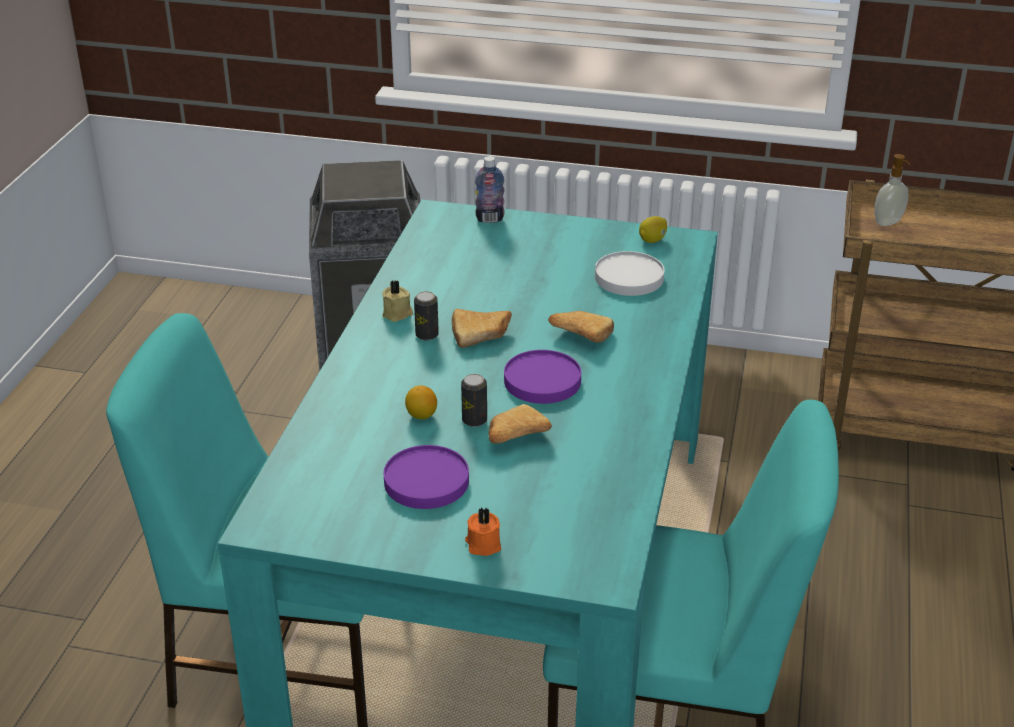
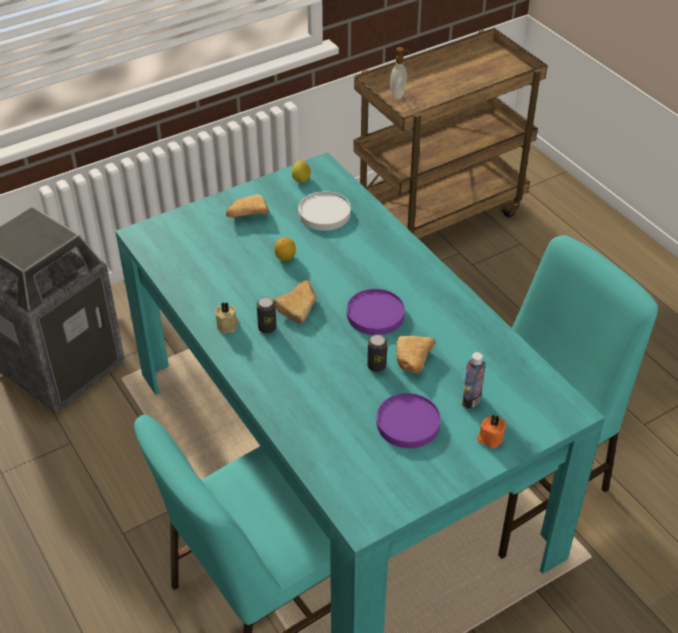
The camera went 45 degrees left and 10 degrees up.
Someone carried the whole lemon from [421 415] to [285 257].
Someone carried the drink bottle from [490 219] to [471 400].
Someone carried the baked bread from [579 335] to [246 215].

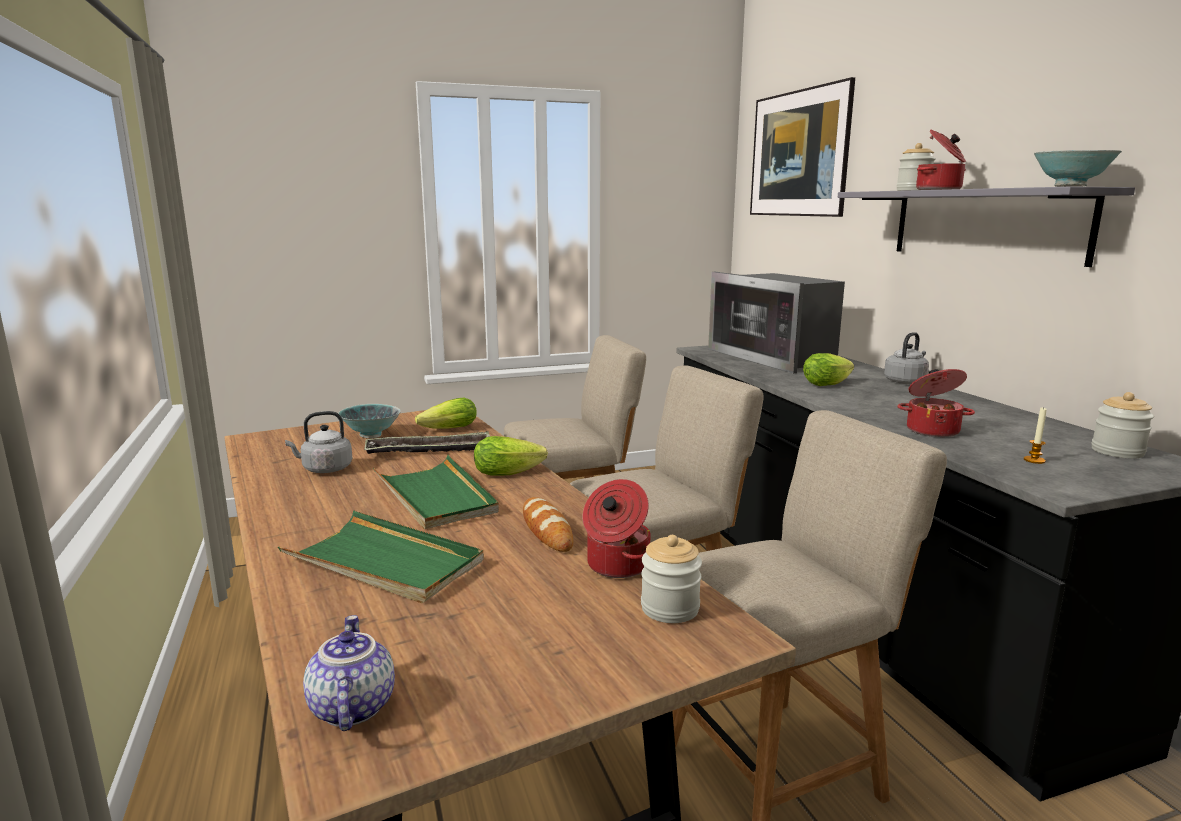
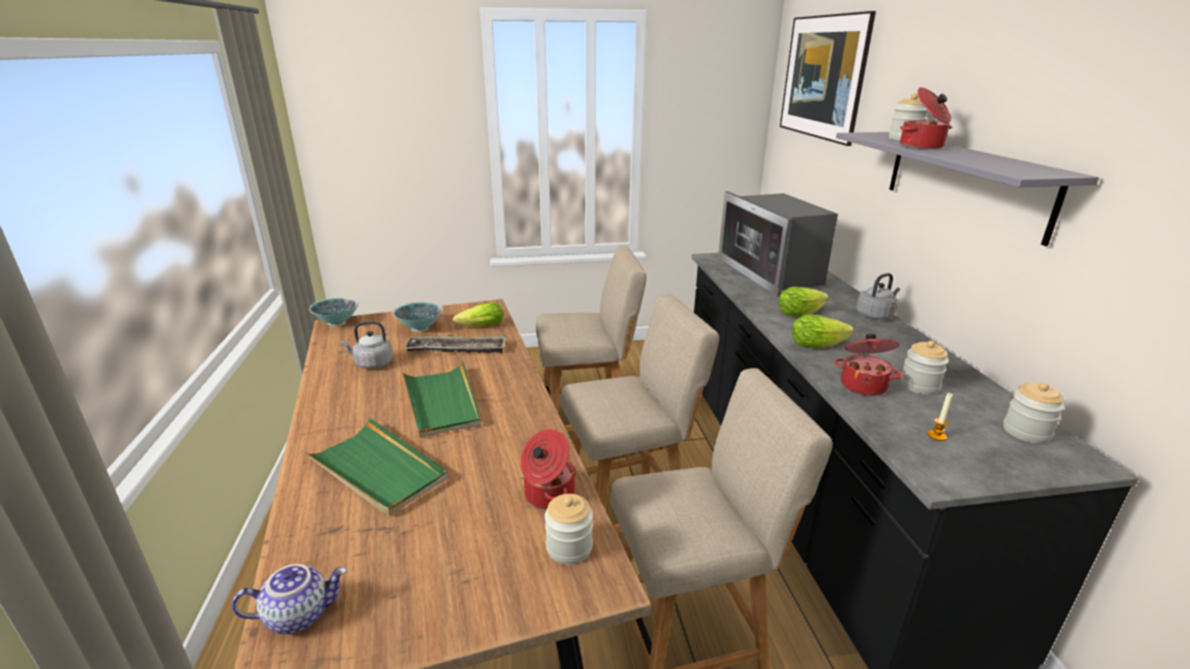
The camera went 10 degrees right and 10 degrees up.
Someone rotated the pot for tea at [350 707] by 75 degrees clockwise.
Someone carried the lettuce from [512 472] to [820 344].
Someone took away the baked bread at [547 529].
Someone carried the bowl from [1070 186] to [337 323].
Someone put down the preserve jar at [919 385].

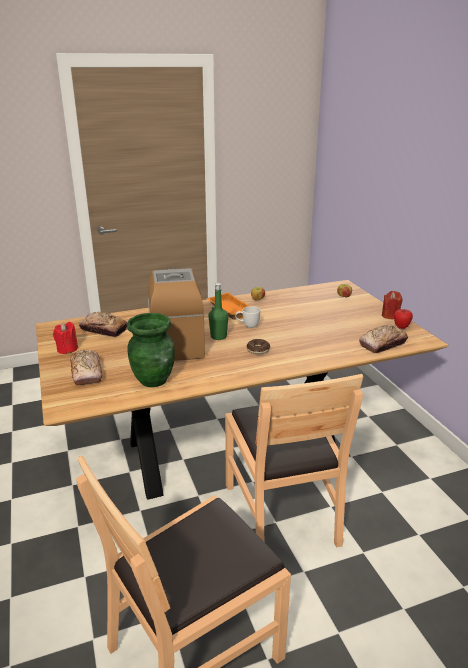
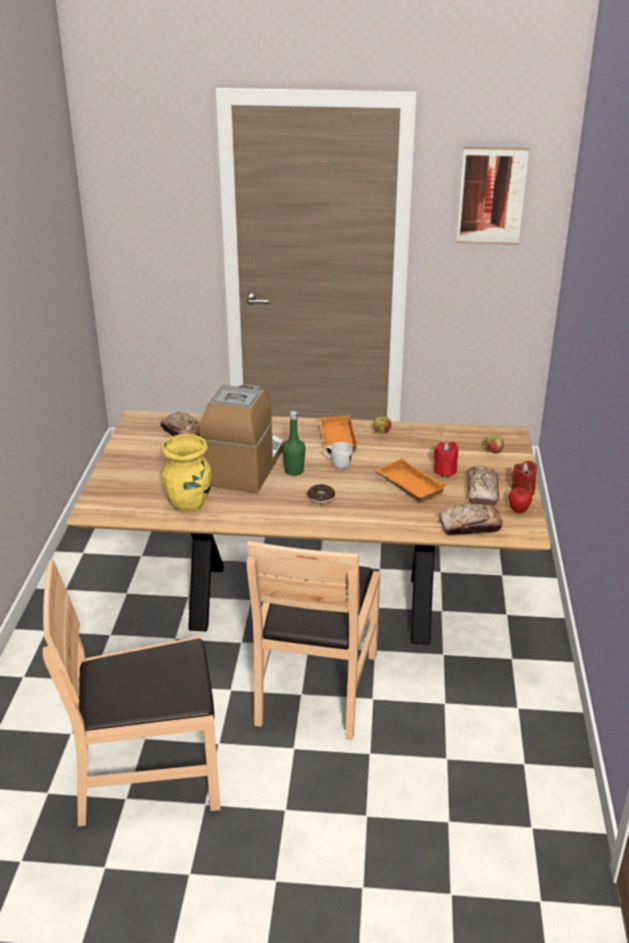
The camera went 25 degrees right and 5 degrees up.
Someone carried the red wax light from [67 349] to [445 471].
Someone carried the baked bread from [86 372] to [482 491].
Someone repainted the green-coloured decorative vase at [154 380], which became the yellowish decorative vase at [189 505].
Someone put down the orange serving tray at [408 485].
Someone put up the picture at [491 196].

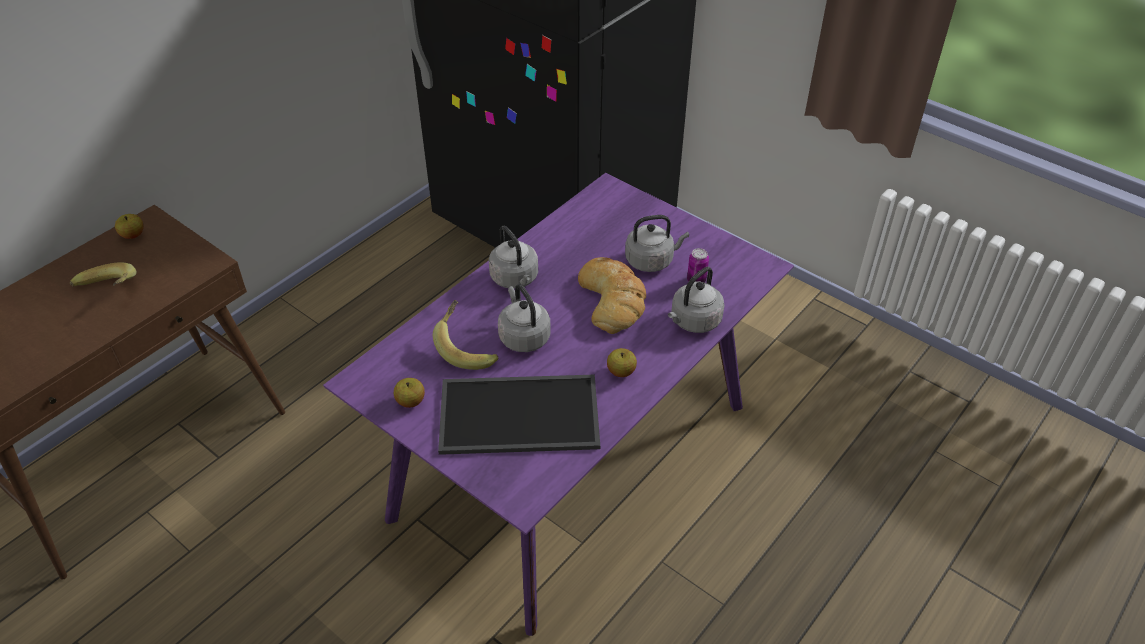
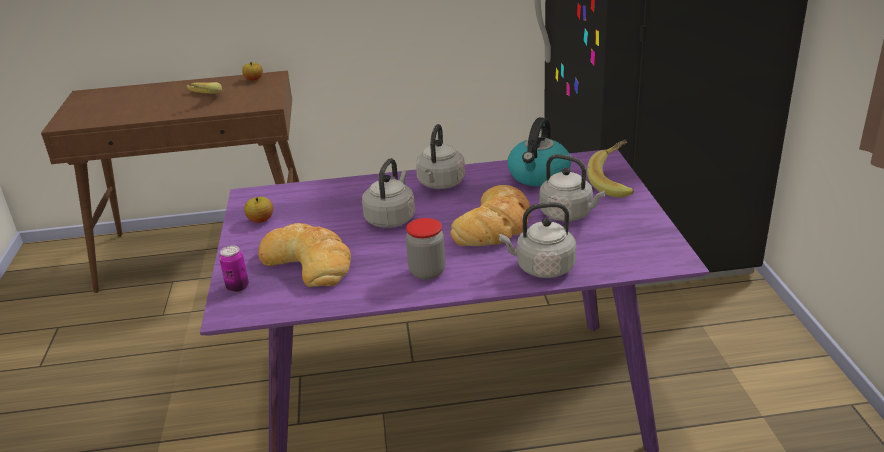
The camera went 45 degrees right and 15 degrees down.
Someone carried the banana fruit from [467 348] to [616 183].
Someone swapped the serving tray at [517 417] for the baked bread at [309 262].
Someone swapped the whole apple at [621 371] for the preserve jar at [427 272].
Someone carried the metal can from [696 281] to [237 287].
Someone put down the water kettle at [538 176].

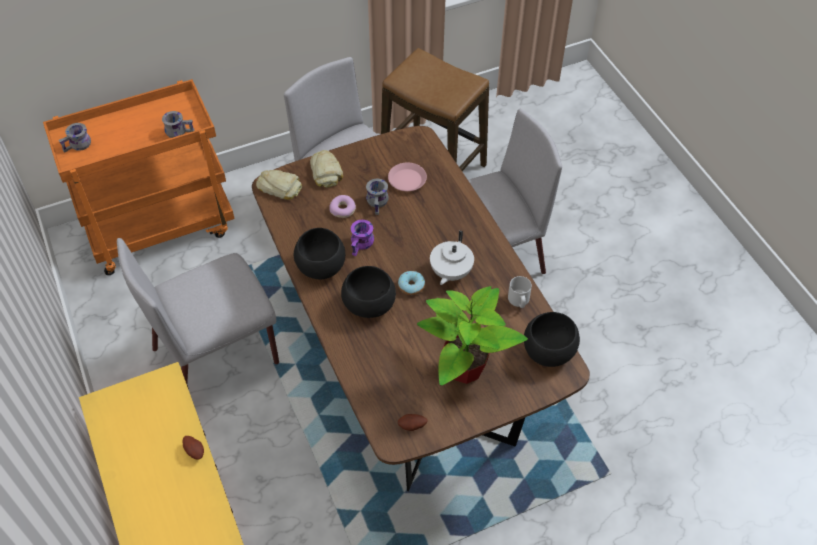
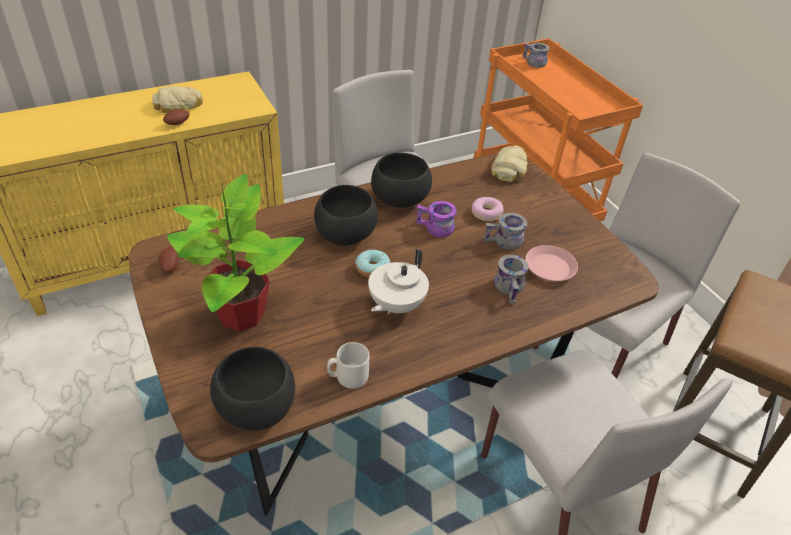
The camera went 85 degrees right and 10 degrees down.
Someone carried the greyish tea mug from [179 130] to [511 288].
Someone carried the baked bread from [326 172] to [179 105].
Someone rotated the whitish pot for tea at [450 273] by 75 degrees counterclockwise.

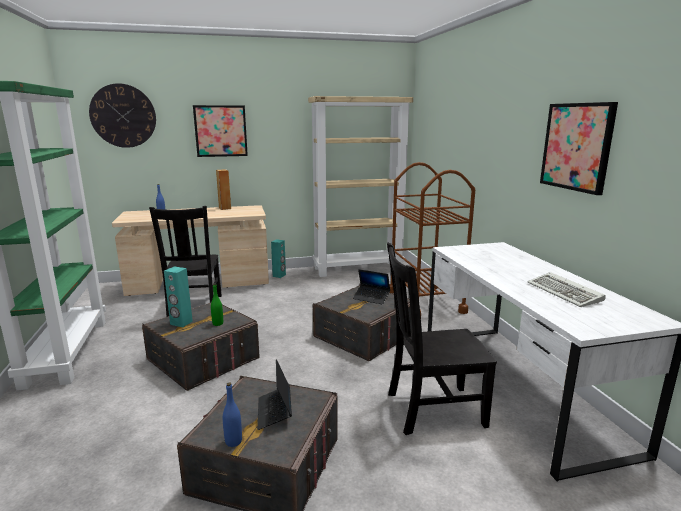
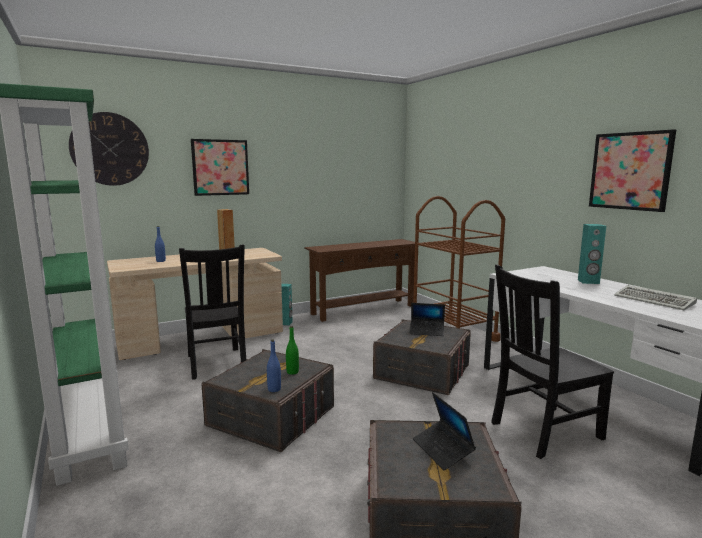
The camera went 15 degrees left and 5 degrees down.
Someone carried the turquoise-coloured speaker from [181 323] to [588 282].
Someone carried the blue drink bottle from [233 441] to [274 389].
Someone swapped the beige-coloured bookshelf at [358 268] for the brownish console table at [363 309].

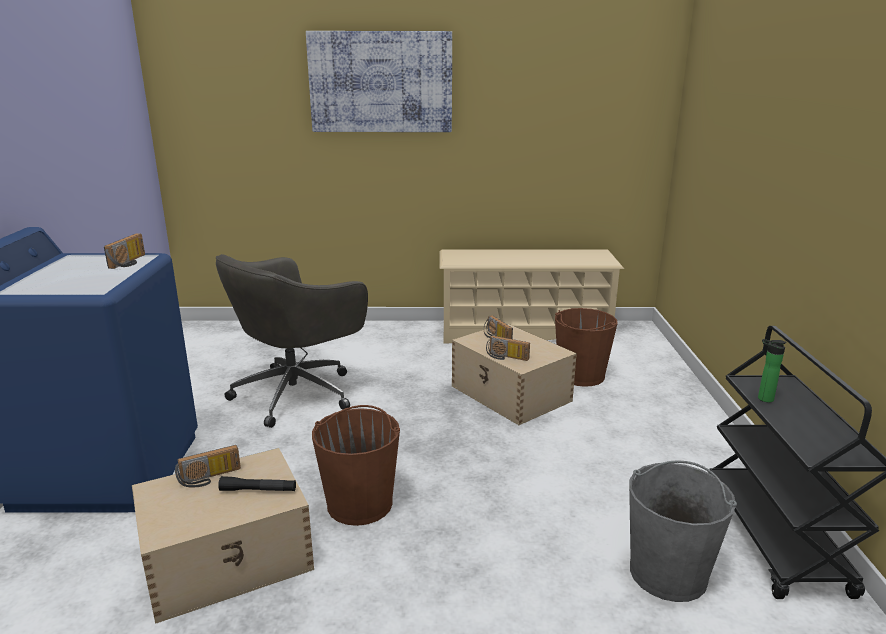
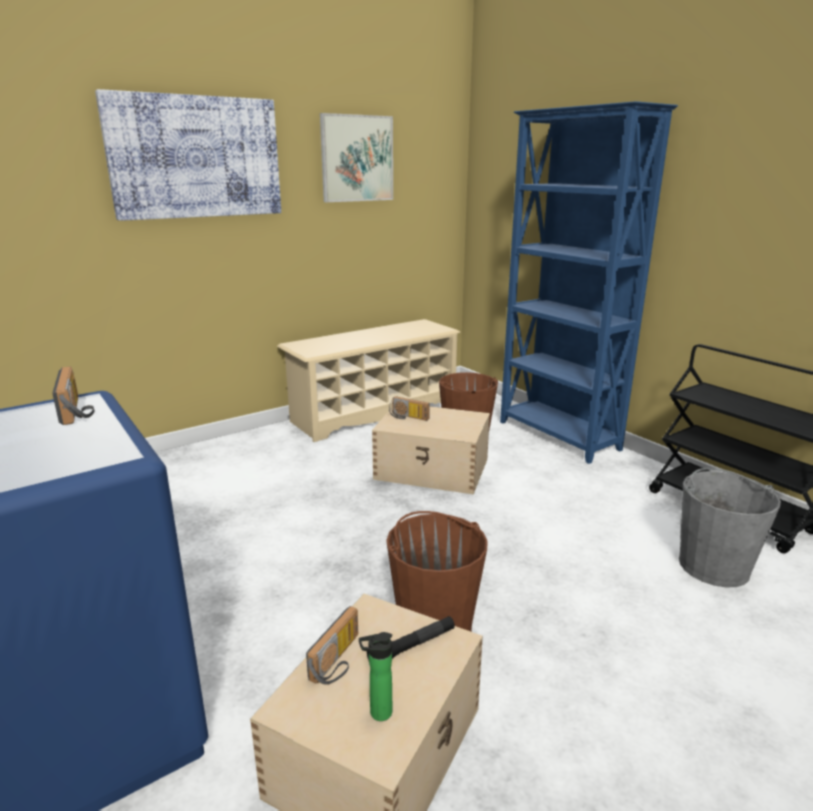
The camera went 35 degrees left and 0 degrees up.
Someone took away the greyish desk chair at [298 393].
Someone took away the radio at [506 357].
Someone carried the drink bottle from [762 398] to [377 713].
Someone put up the picture at [357 158].
Someone put down the blue bookshelf at [558 436].

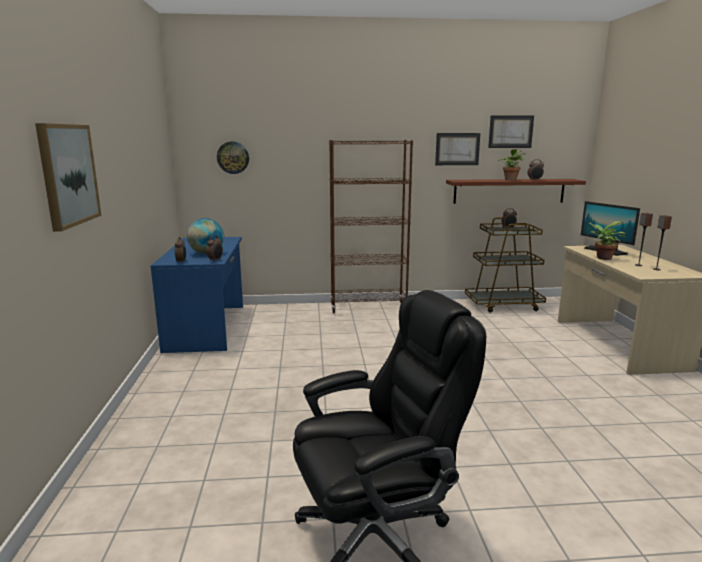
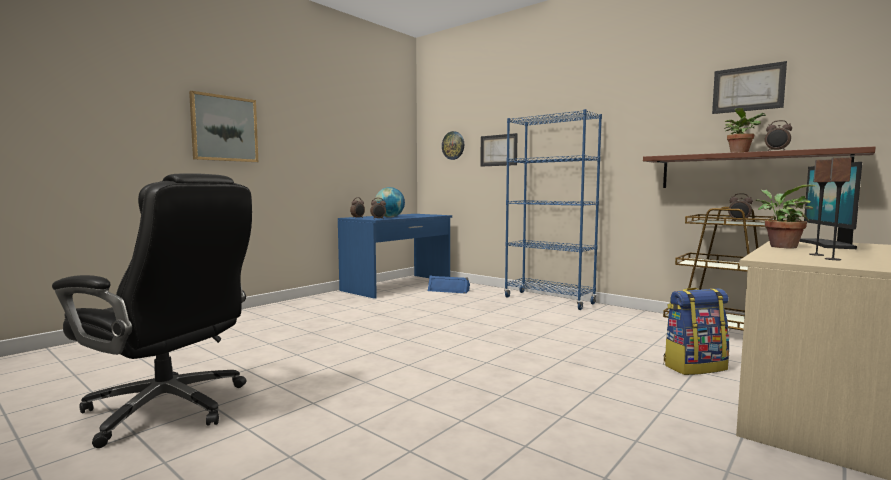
The camera went 45 degrees right and 10 degrees down.
Someone repainted the brownish bookshelf at [368 307], which became the blue bookshelf at [549 300].
Someone carried the picture from [457 149] to [498 150].
Someone put down the blue speaker at [449 290].
Someone put down the backpack at [694 367].

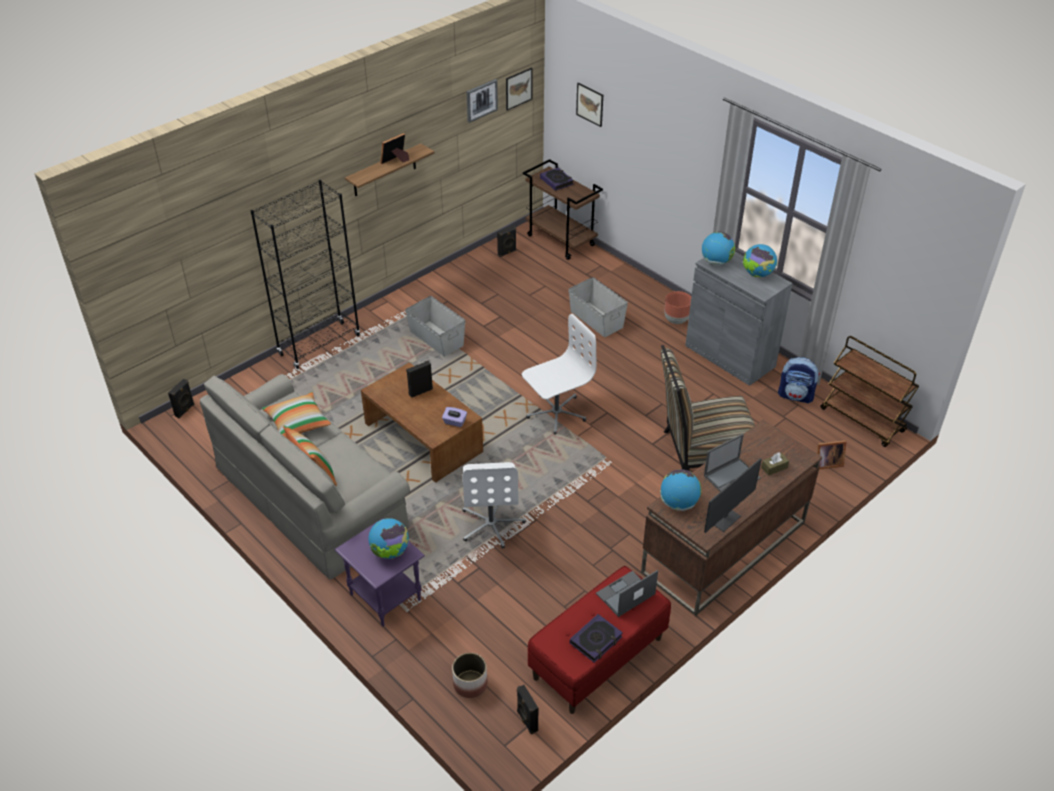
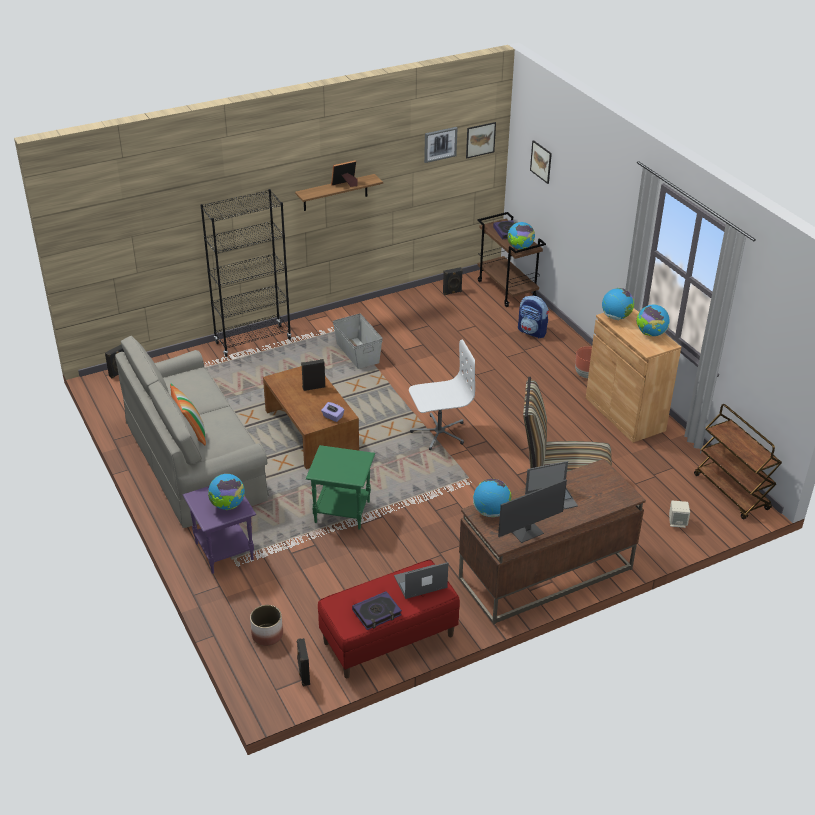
The camera went 15 degrees right and 5 degrees down.
Someone took away the pillow at [297 423].
Someone swapped the whitish desk chair at [491 524] for the green-coloured accent table at [341 512].
Someone took away the greyish storage box at [596 319].
Someone repainted the greyish cupboard at [730 356], which became the brownish cupboard at [625 414].
Someone took away the brownish tissue box at [774 467].
Someone carried the backpack from [796 396] to [532 332].
Someone swapped the standing frame at [826 463] for the beige-coloured speaker at [677 522].
Someone put down the desk globe at [520 248].

